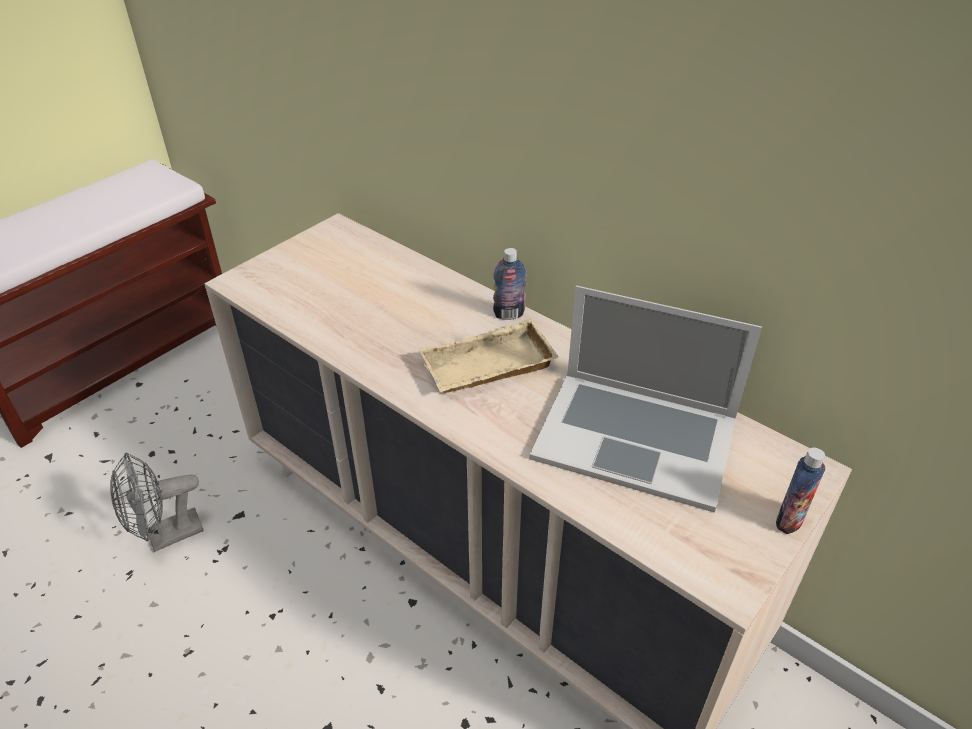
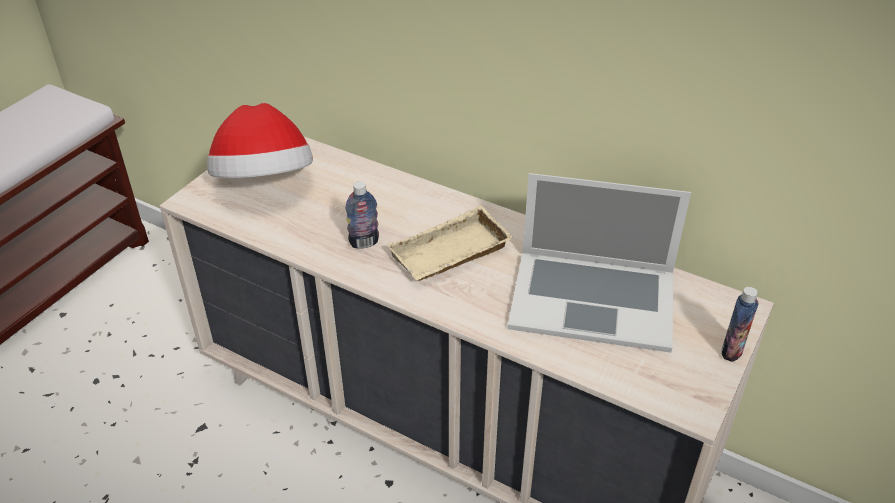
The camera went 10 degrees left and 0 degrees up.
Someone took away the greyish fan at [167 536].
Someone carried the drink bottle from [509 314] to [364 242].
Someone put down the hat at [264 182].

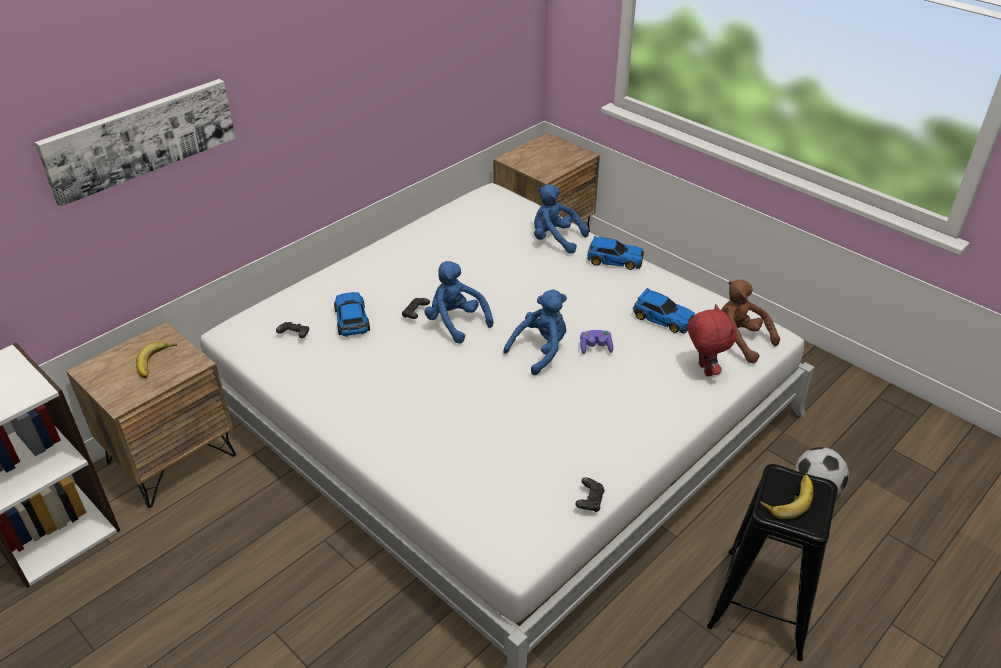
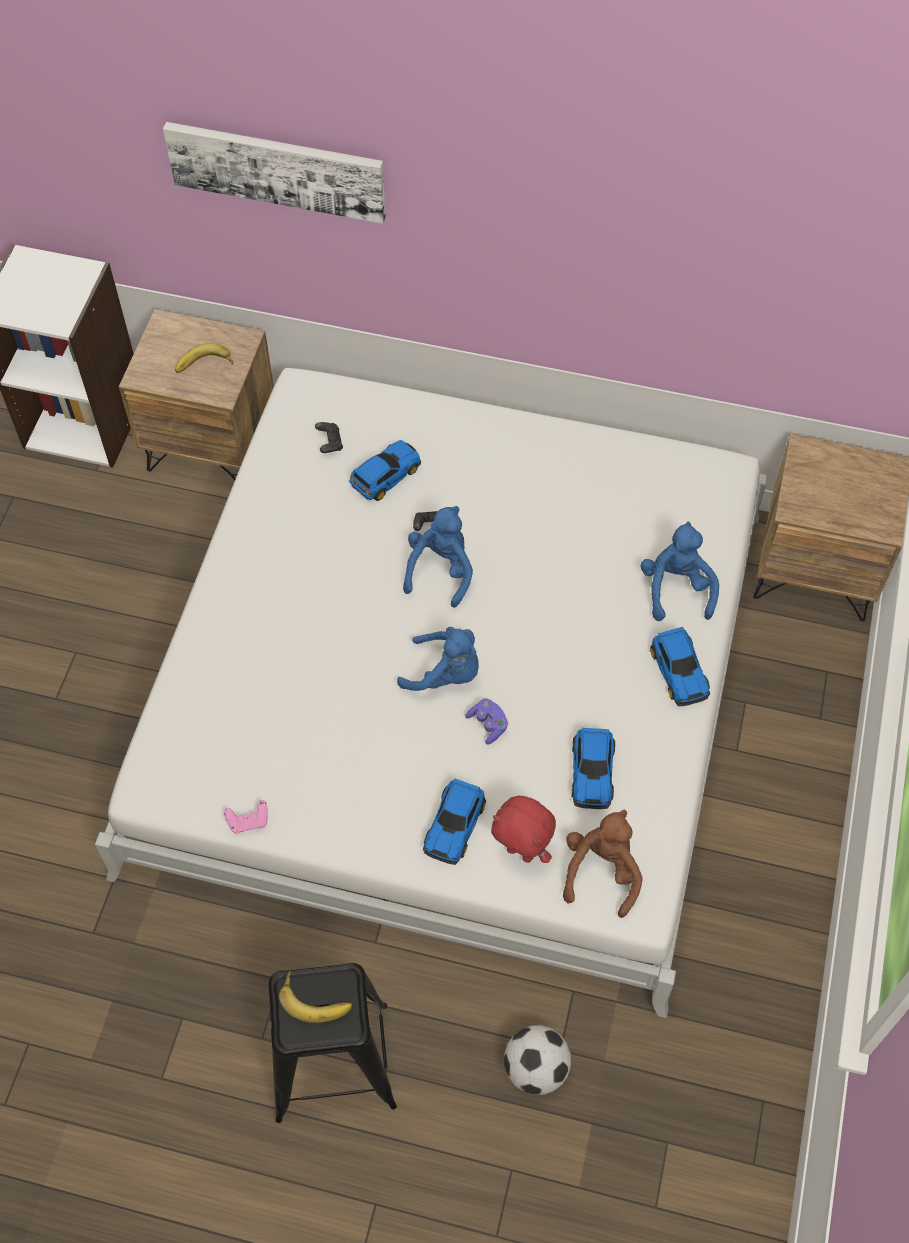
The camera went 60 degrees right and 20 degrees up.
Someone repainted the black-coloured joypad at [589 501], which became the pinkish joypad at [248 821].
Someone rotated the red soft toy at [703 370] by 75 degrees clockwise.
Someone put down the toy car at [455 824].

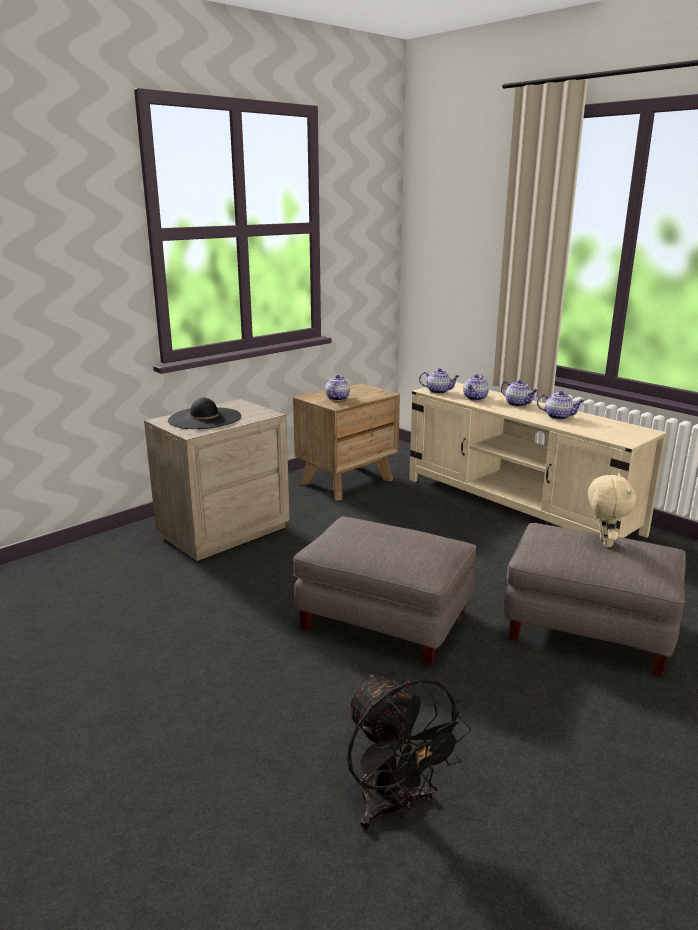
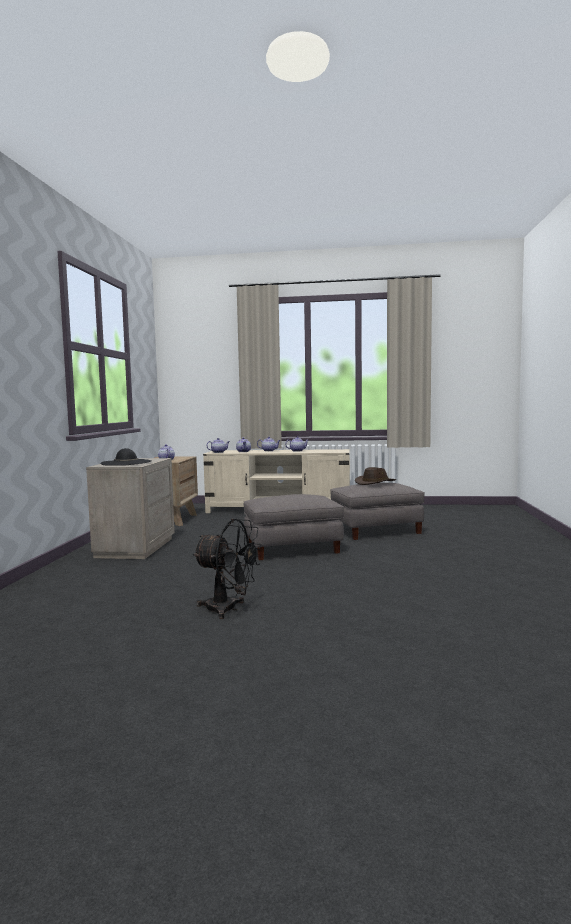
The camera went 40 degrees left and 15 degrees down.
Someone carried the black-coloured fan from [394 807] to [228 609].
Someone swapped the beige-coloured soft toy at [604 542] for the brownish hat at [375 483].

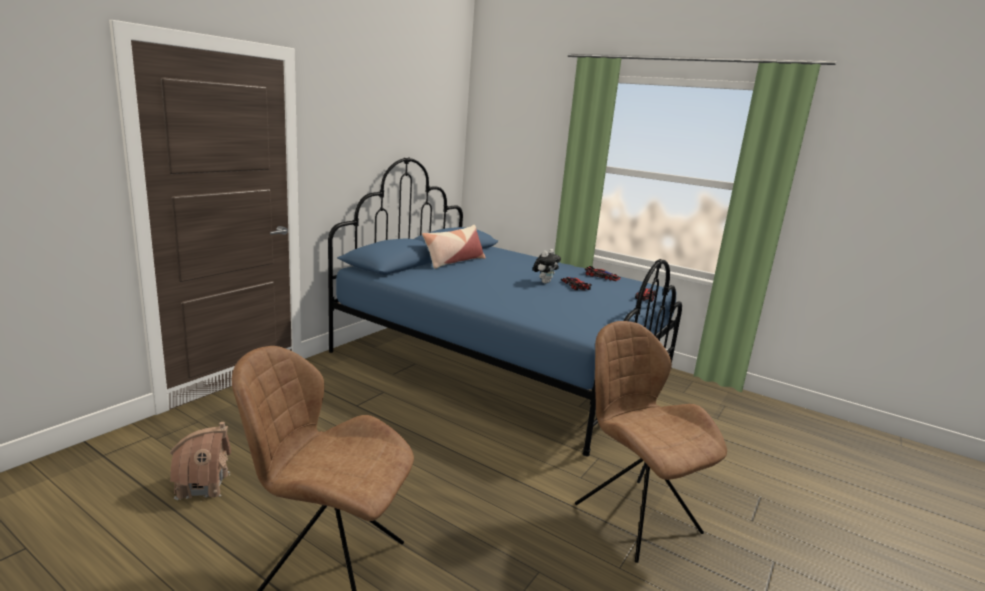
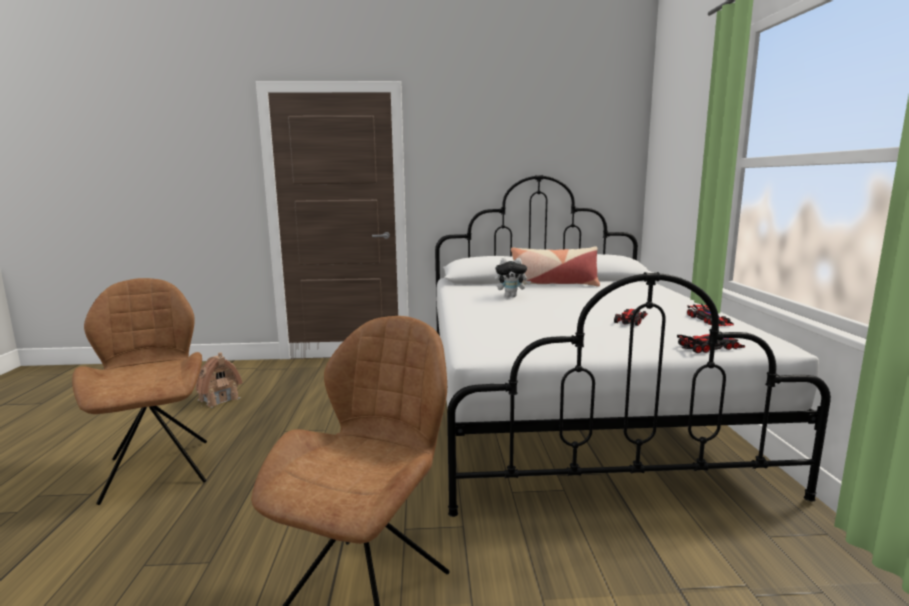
The camera went 55 degrees right and 5 degrees down.
Someone repainted the blue bedroom bed at [504 360], which became the whitish bedroom bed at [569 407].
Someone carried the soft toy from [544 282] to [511 296].

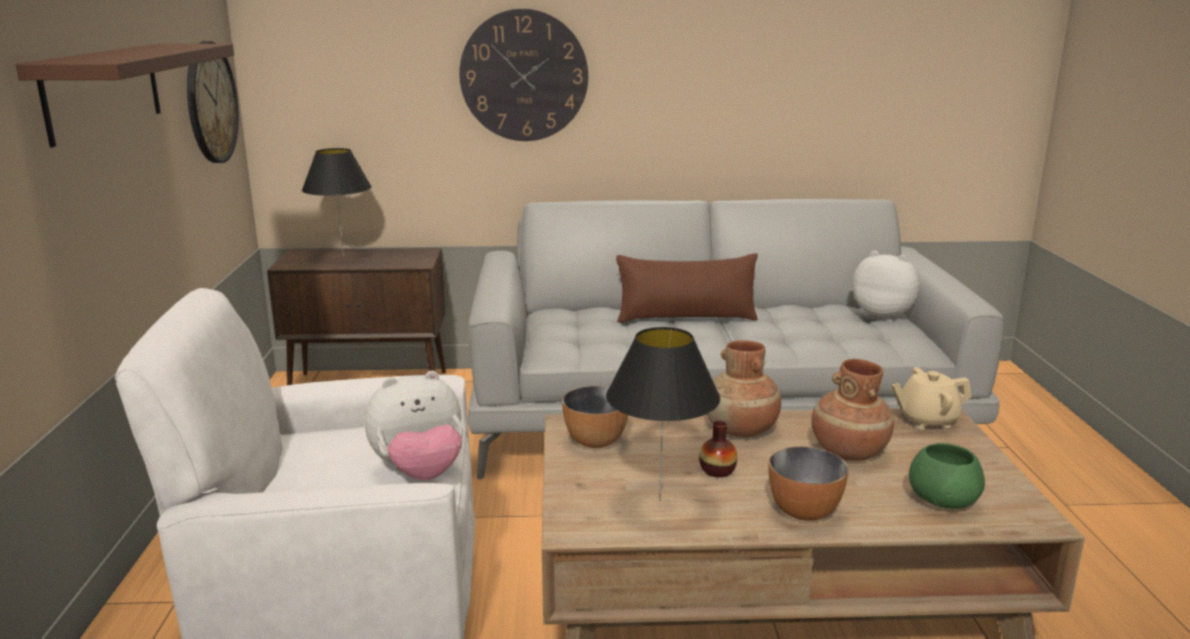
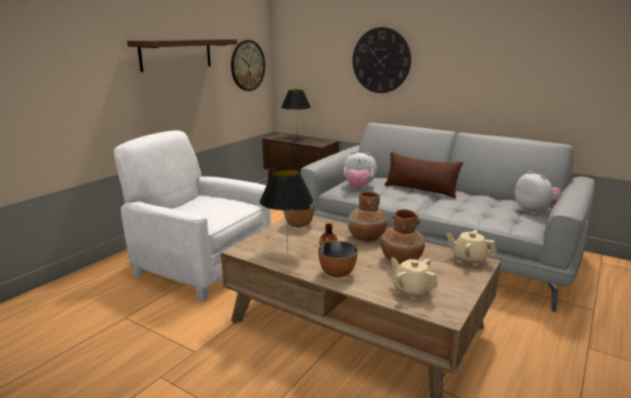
The camera went 35 degrees right and 0 degrees up.
Someone carried the soft toy from [420 472] to [358 187].
Someone swapped the green-coloured bowl at [943 500] for the beige-coloured pot for tea at [412 291].

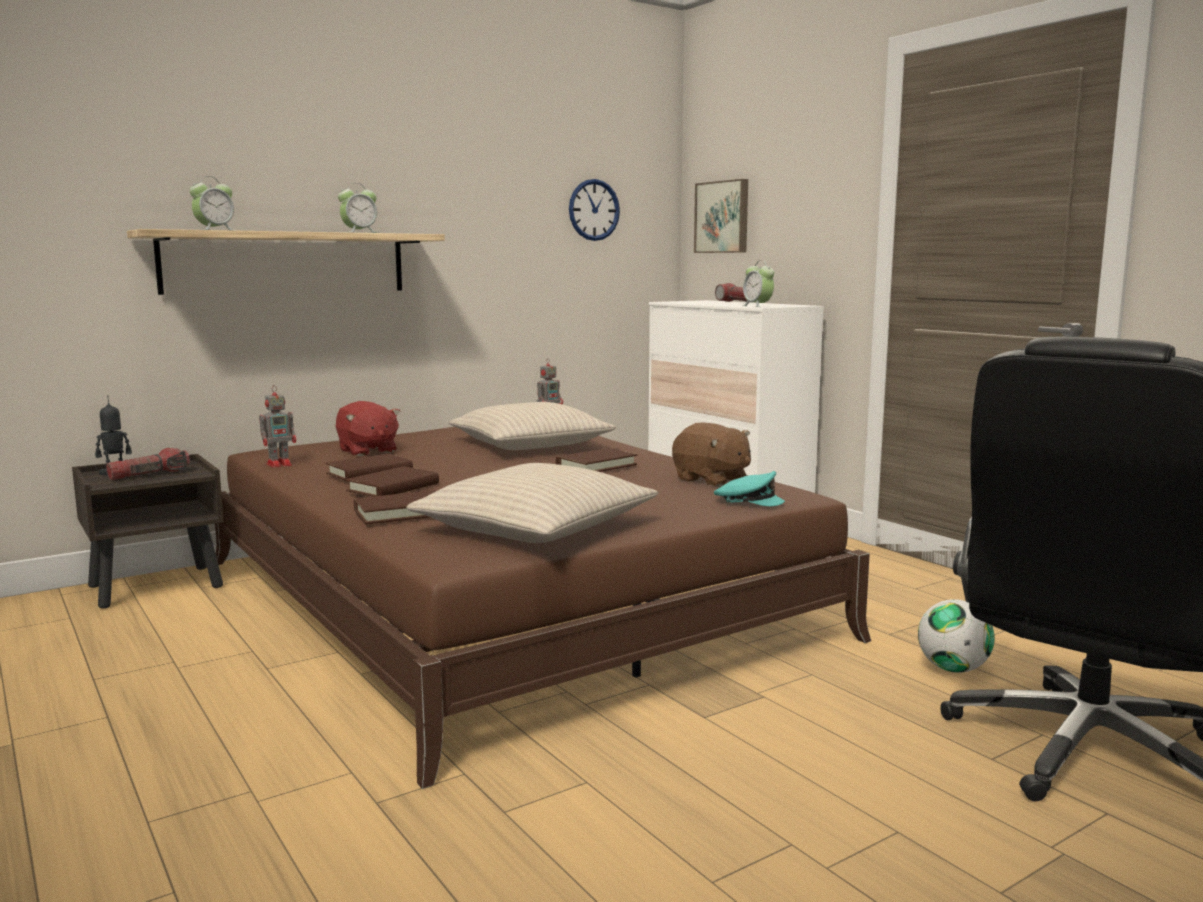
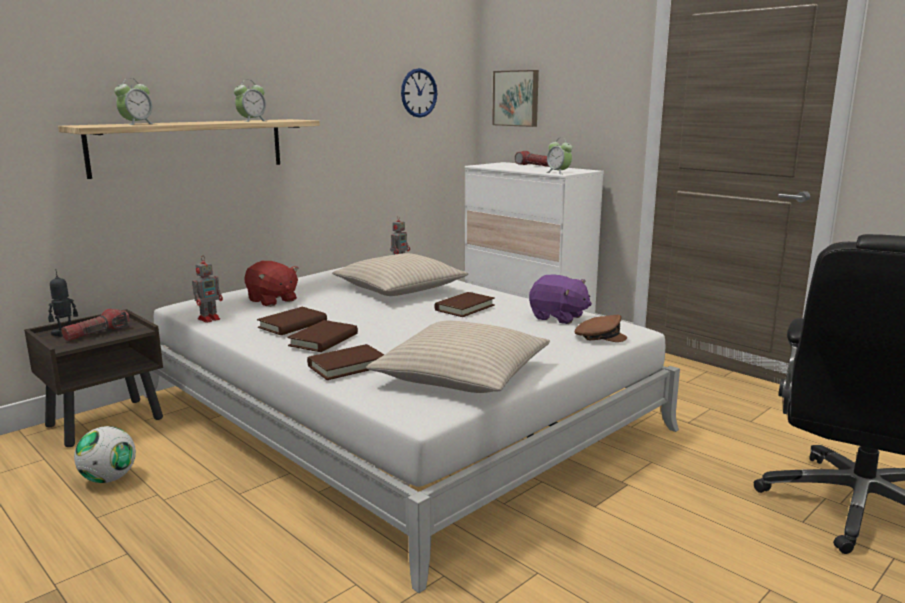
The camera went 10 degrees left and 5 degrees up.
Someone repainted the brownish bedroom bed at [504 598], which became the whitish bedroom bed at [397 412].
Someone repainted the brownish soft toy at [711 480], which became the purple soft toy at [558 317].
Someone repainted the turquoise-coloured peaked cap at [748 501], which became the brownish peaked cap at [599 337].
Someone carried the football ball from [953 669] to [109 479].

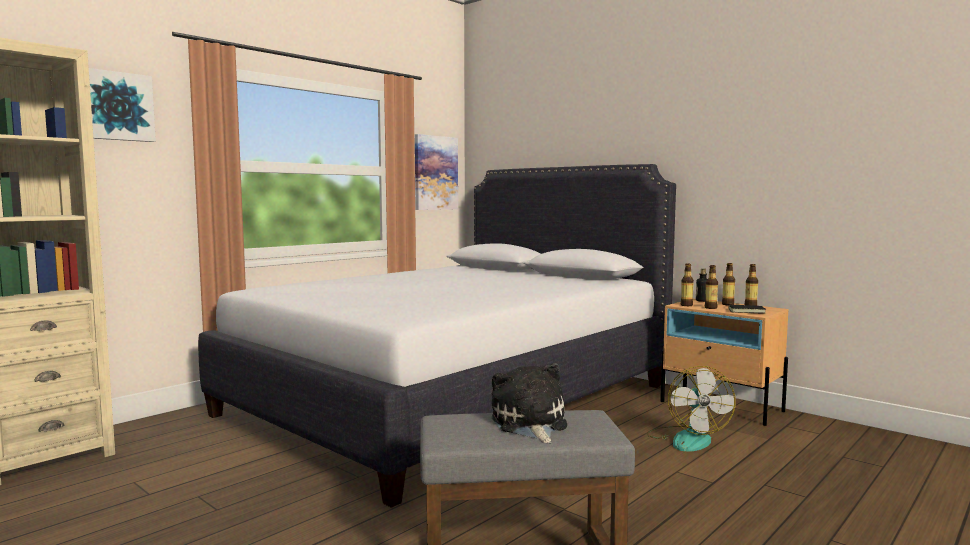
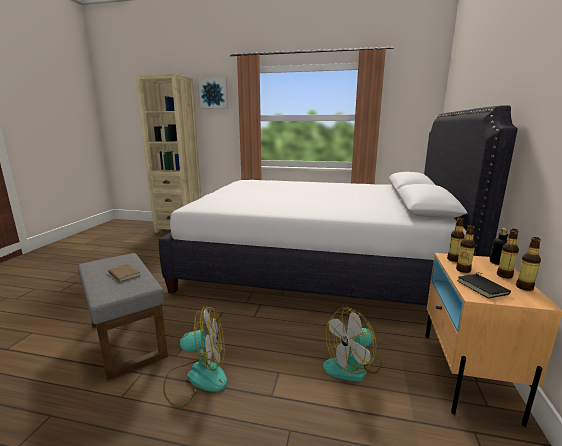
The camera went 60 degrees right and 10 degrees up.
Someone took away the picture at [435 173].
Someone swapped the soft toy at [529 424] for the brownish book at [123 274].
Someone put down the fan at [197 378].

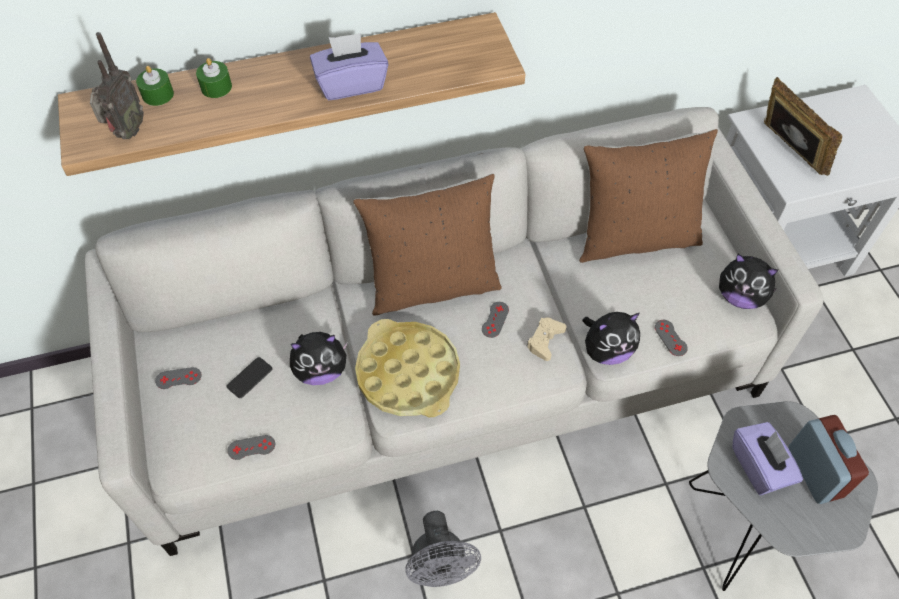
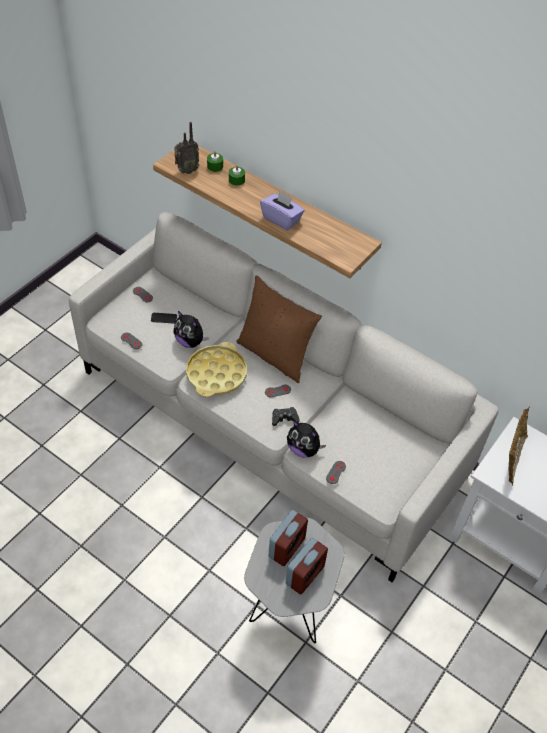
The camera went 50 degrees right and 5 degrees down.
Someone took away the greyish fan at [441 568].
Someone repainted the beige-coloured joypad at [545 341], which became the black-coloured joypad at [284 418].
Someone took away the brownish pillow at [634 237].
Someone took away the soft toy at [740 297].
Someone swapped the purple tissue box at [760 467] for the alarm clock at [286 547].

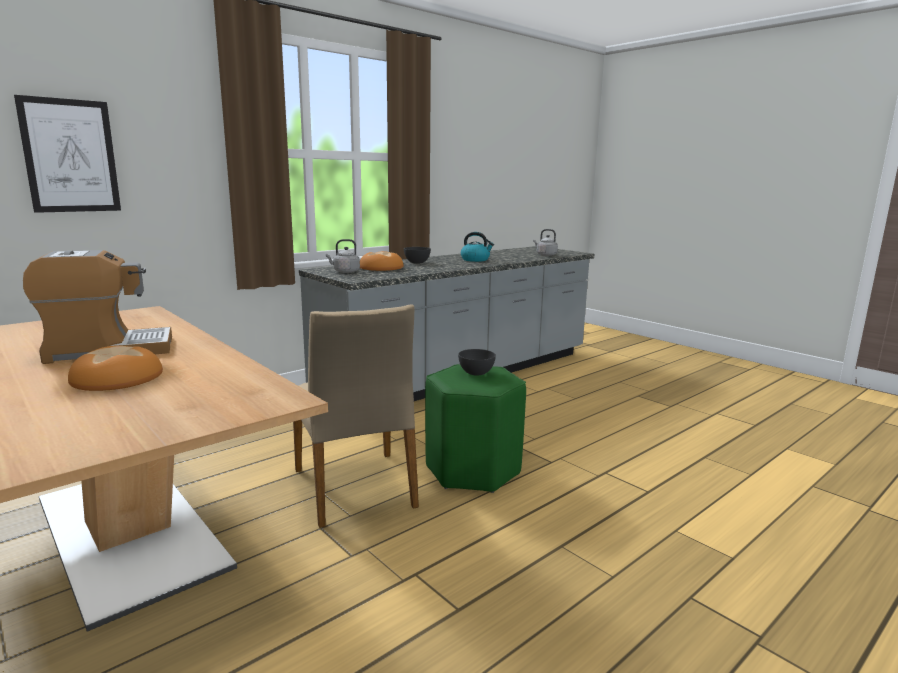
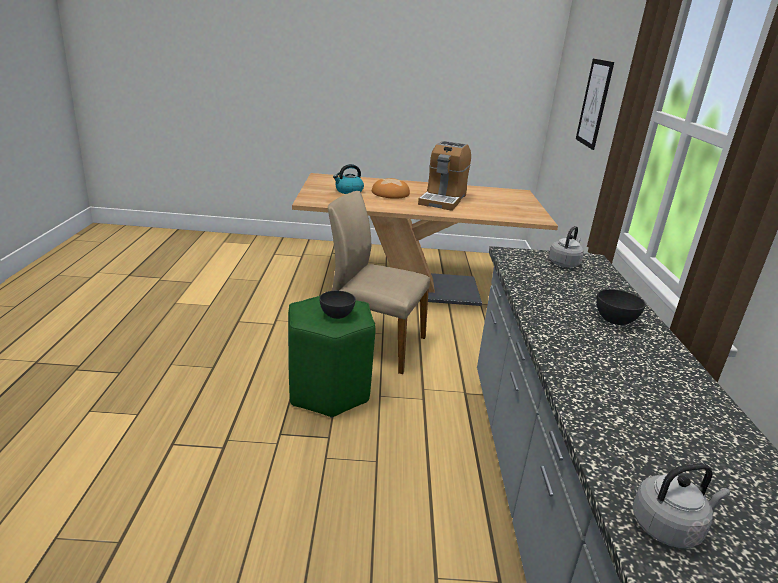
The camera went 130 degrees right and 10 degrees up.
Someone took away the baked bread at [381 267].
Someone carried the water kettle from [475 260] to [348 191].

